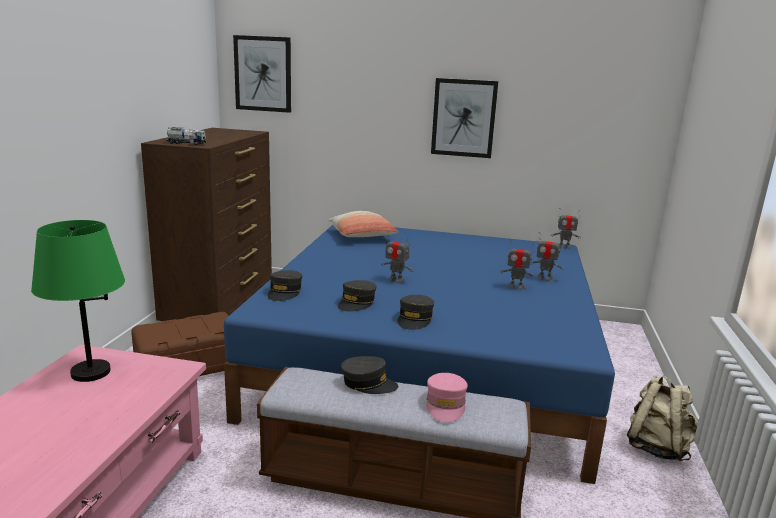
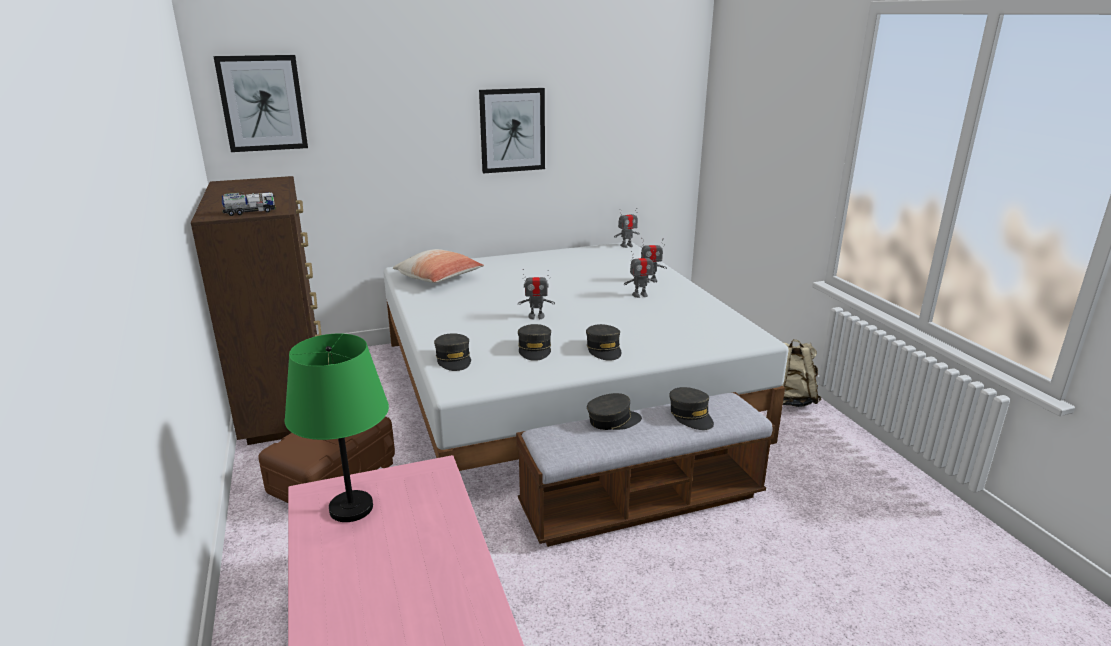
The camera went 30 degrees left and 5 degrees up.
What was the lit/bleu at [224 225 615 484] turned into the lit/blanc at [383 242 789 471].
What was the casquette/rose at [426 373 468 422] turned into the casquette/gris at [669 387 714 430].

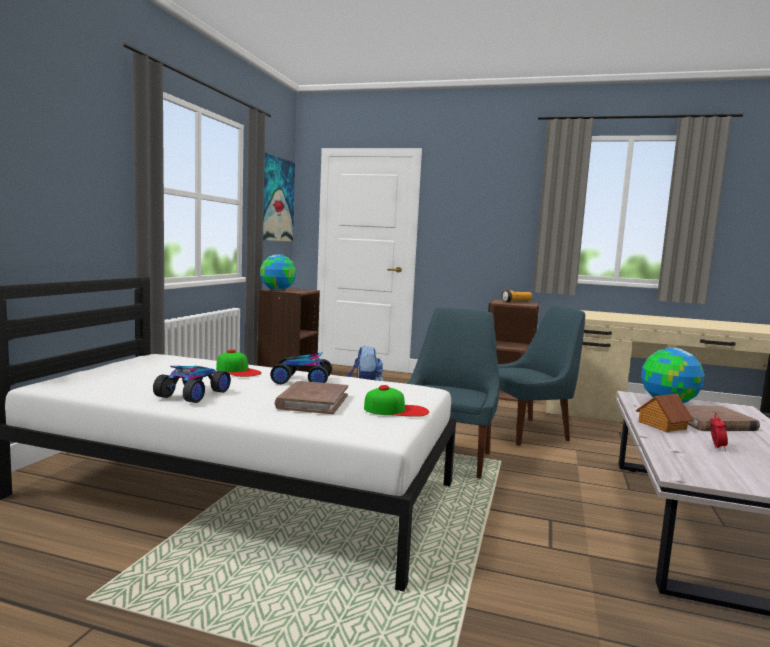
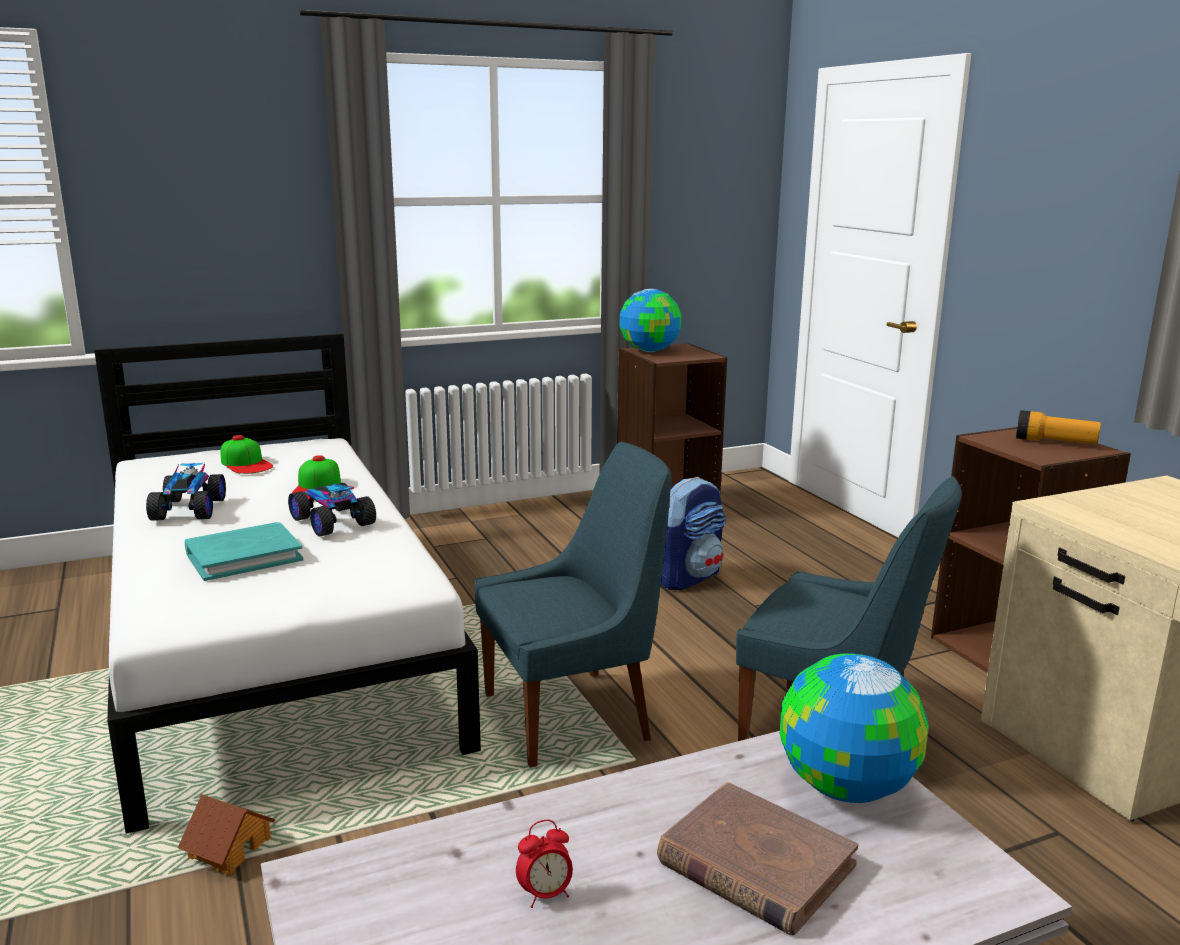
The camera went 50 degrees right and 10 degrees up.
The second view lost the tableau at [263 153 295 242].
The casquette ended up elsewhere, having gone from [364 385 429 417] to [221 435 273 474].
The maison miniature ended up elsewhere, having gone from [636 394 694 432] to [178 794 276 875].
What was the livre/marron at [275 381 348 414] turned into the livre/turquoise at [185 522 303 581].
The petite voiture at [153 365 231 403] ended up facing another way, 105 degrees clockwise from before.

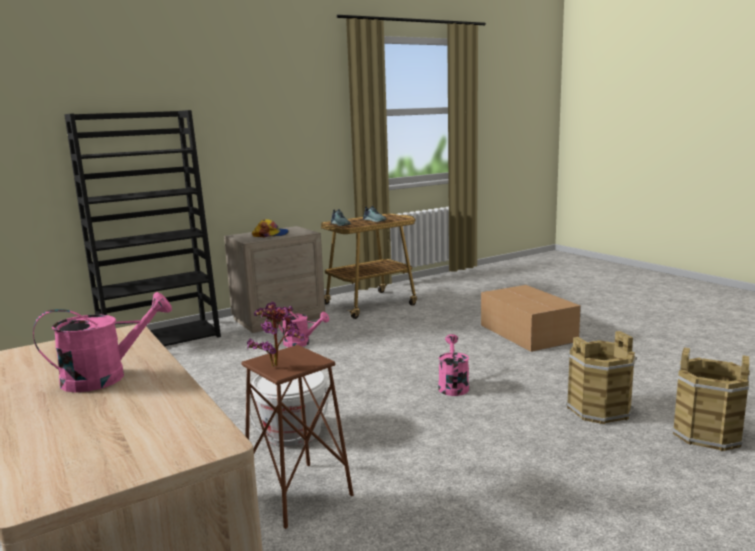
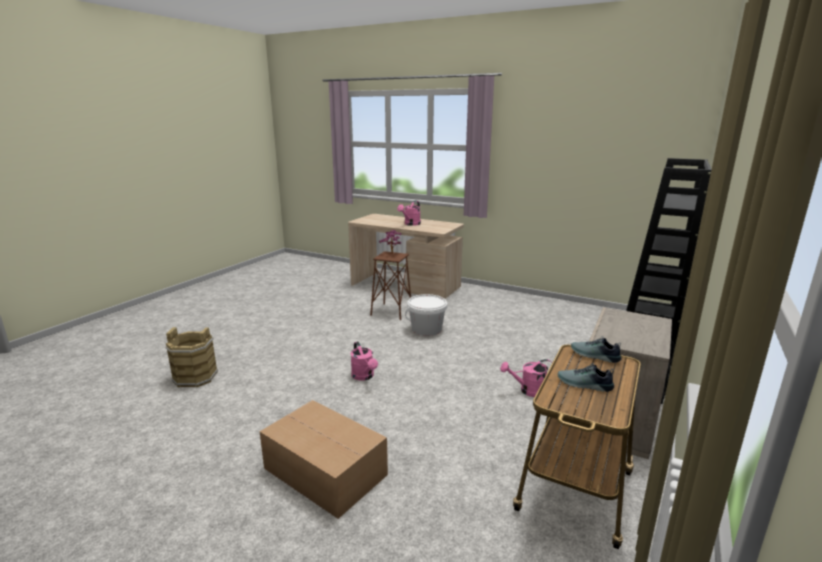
The camera went 150 degrees right and 5 degrees up.
The second view lost the casquette at [252 219 289 237].
The second view lost the seau/marron at [566 331 637 424].

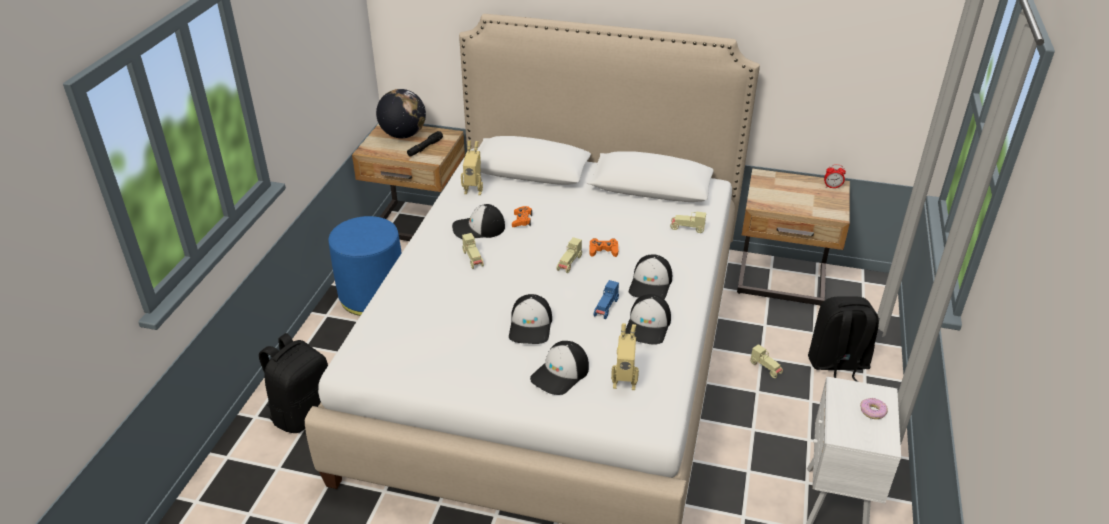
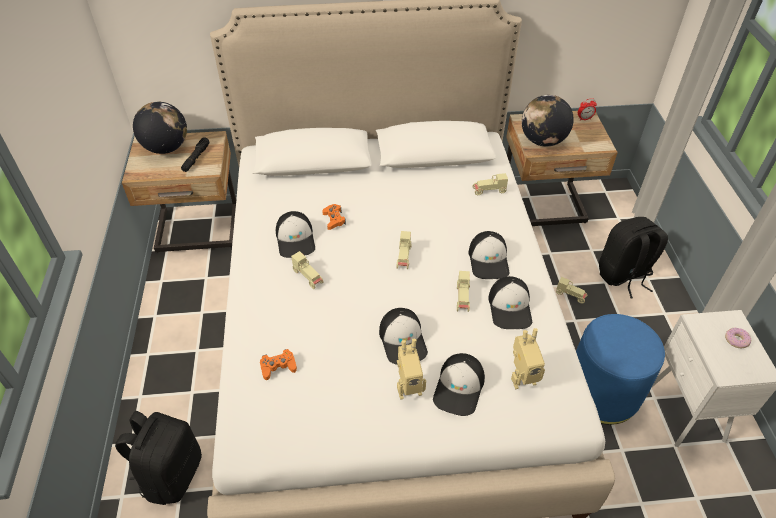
The camera went 20 degrees left and 10 degrees up.
The second view gained the globe at [521 95 574 147].
The pouf/bleu ended up elsewhere, having gone from [329 216 402 316] to [576 314 665 425].
The robot jouet ended up elsewhere, having gone from [461 141 483 195] to [397 339 426 400].
The manette/orange ended up elsewhere, having gone from [589 238 618 257] to [260 349 297 380].
What was the petite voiture/bleu at [594 280 619 319] turned into the petite voiture/beige at [457 271 470 312].
The casquette at [452 204 505 239] ended up facing another way, 75 degrees counterclockwise from before.

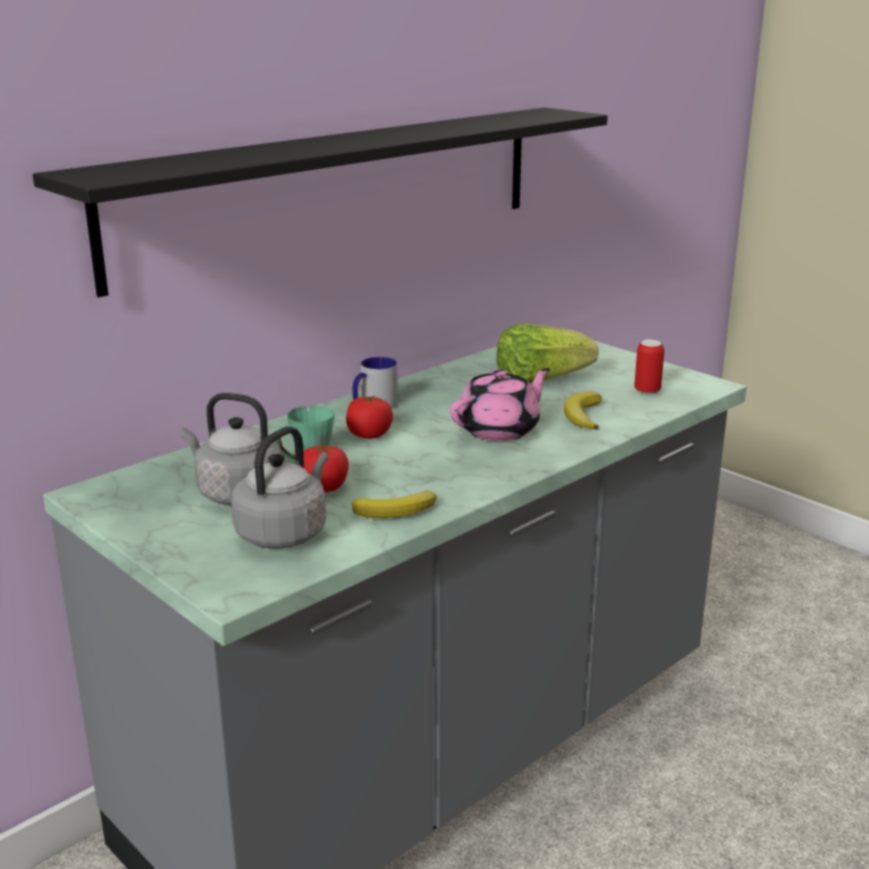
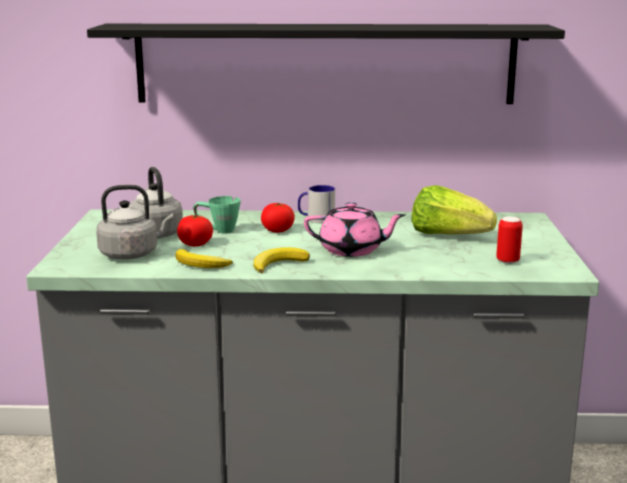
The camera went 45 degrees right and 5 degrees down.
The banane ended up elsewhere, having gone from [564 392 602 430] to [253 247 310 273].

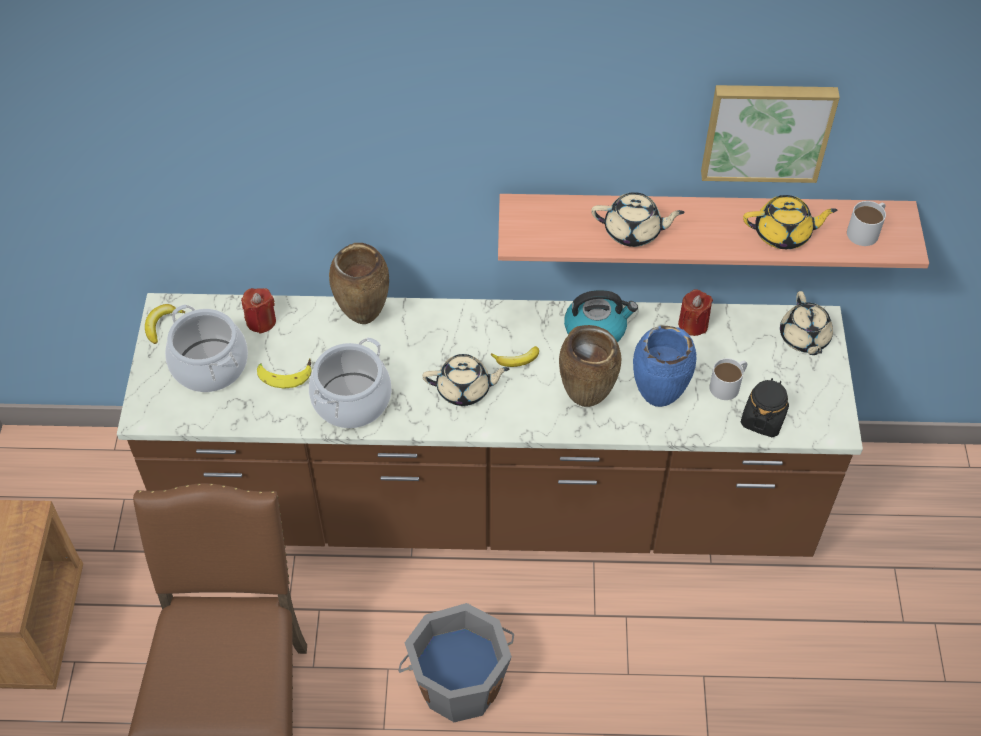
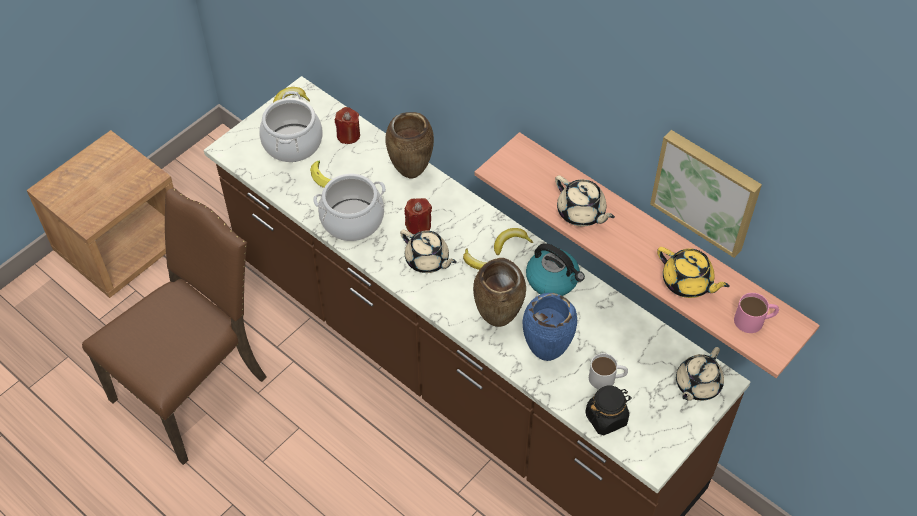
The camera went 40 degrees right and 0 degrees up.
The second view lost the seau/gris at [398 603 514 722].
The second view gained the banane at [494 228 533 255].
The bougie/rouge ended up elsewhere, having gone from [678 289 713 336] to [405 198 432 235].
What was the mug/blanc at [847 201 886 246] turned into the mug/rose at [734 293 779 333].

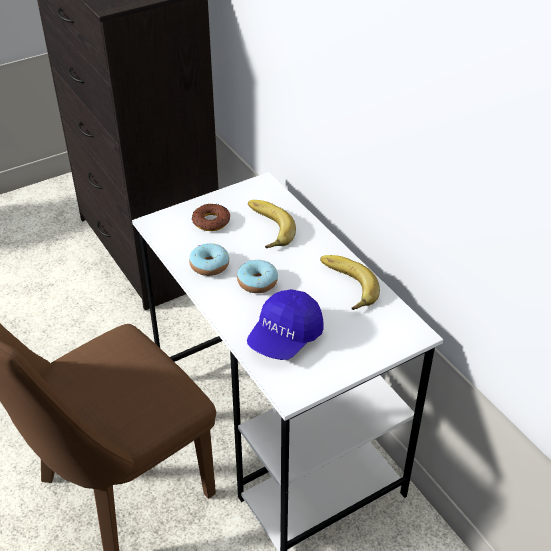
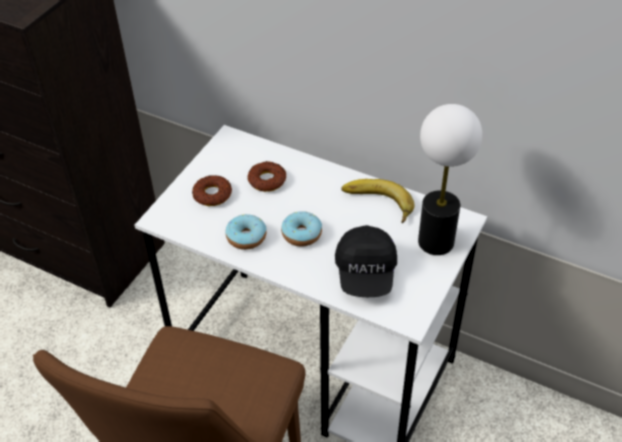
The camera went 30 degrees left and 5 degrees up.
The second view gained the lampe de table at [418 104 482 255].
Where the banane stood at [248 200 296 248], the beignet came to stand at [247 161 286 192].
What was the casquette/bleu at [247 289 324 360] turned into the casquette/noir at [335 225 397 297].

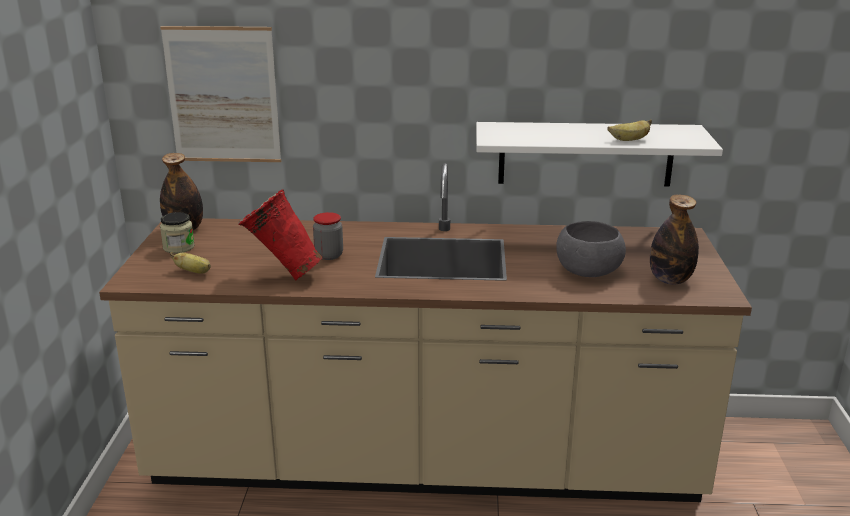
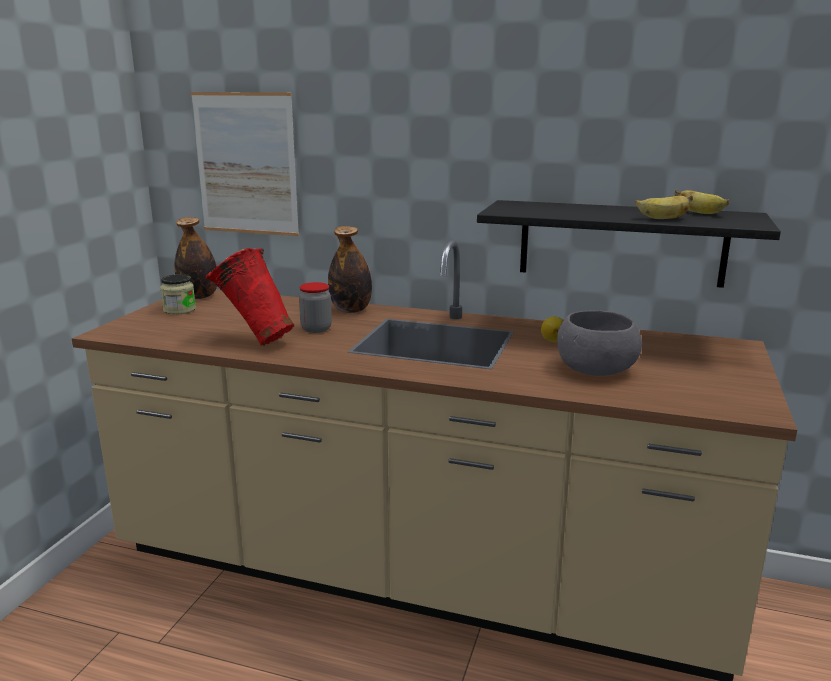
The camera went 15 degrees right and 5 degrees down.
The second view gained the citron at [541 316 564 342].
The banane ended up elsewhere, having gone from [170 252 211 273] to [675 189 729 214].
The bouteille ended up elsewhere, having gone from [650 195 699 284] to [328 226 372 313].
What was the étagère/blanc at [476 122 723 187] turned into the étagère/noir at [477 200 781 288].

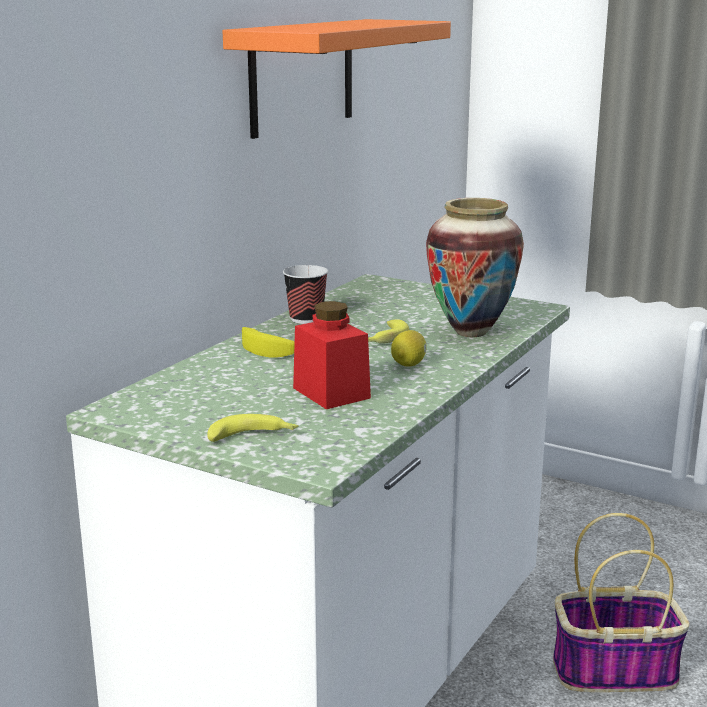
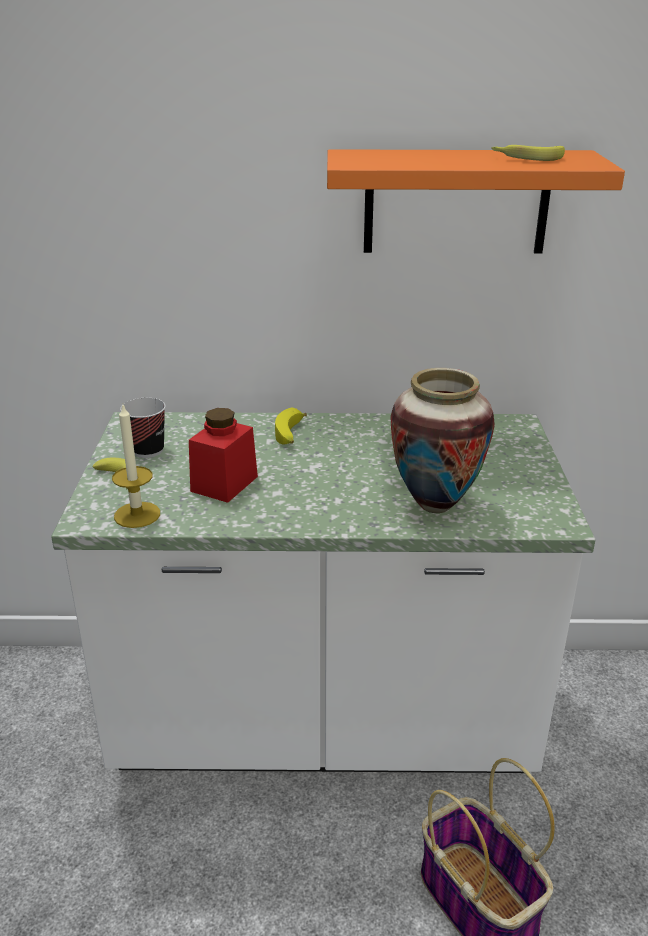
The camera went 60 degrees right and 10 degrees up.
The second view lost the citron at [391 330 427 367].
The second view gained the bougie at [112 405 160 528].
The tasse ended up elsewhere, having gone from [283 265 328 324] to [120 398 166 458].
The banane ended up elsewhere, having gone from [368 319 409 343] to [491 145 565 161].

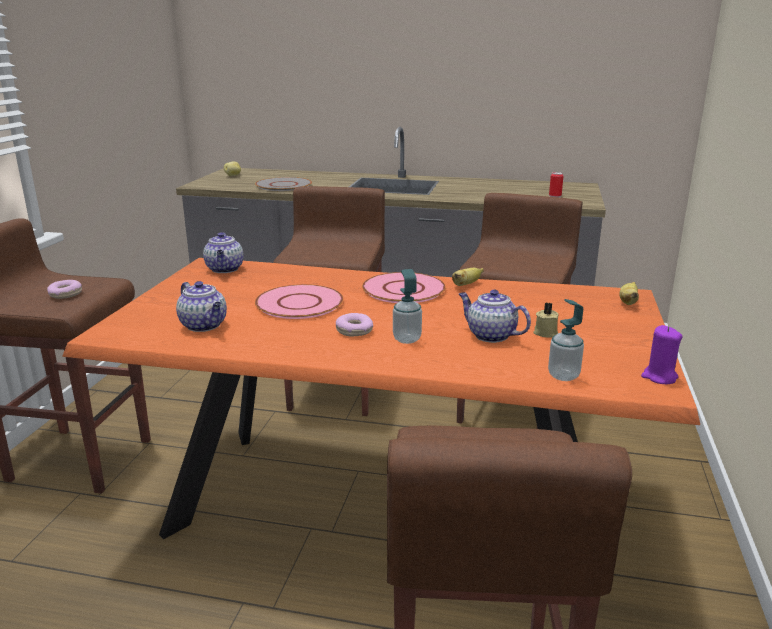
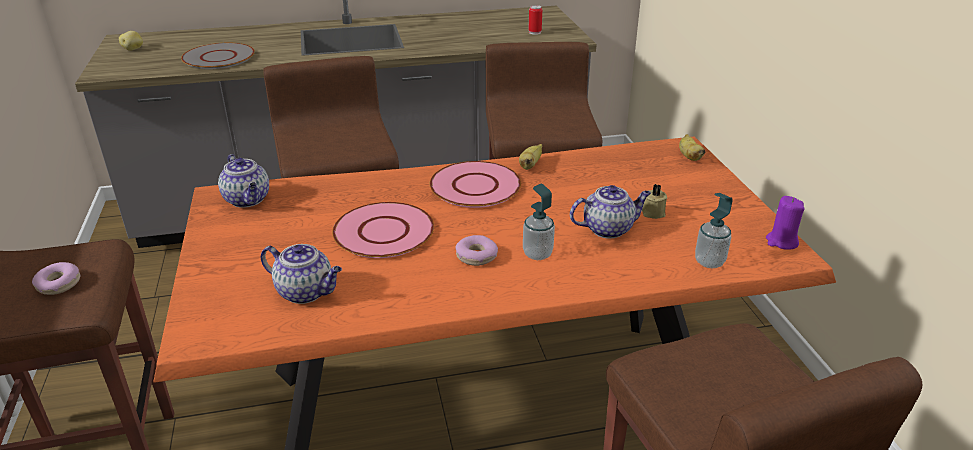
The camera went 25 degrees left and 10 degrees up.
The théière at [459 290 531 343] ended up facing another way, 150 degrees clockwise from before.

